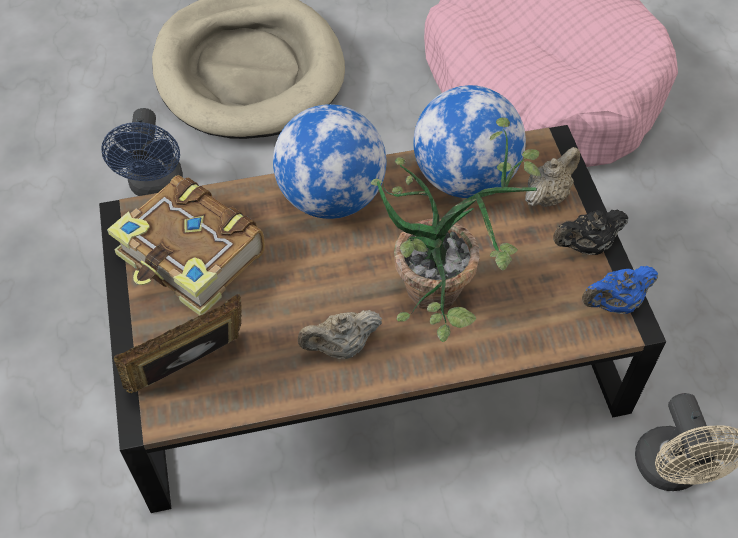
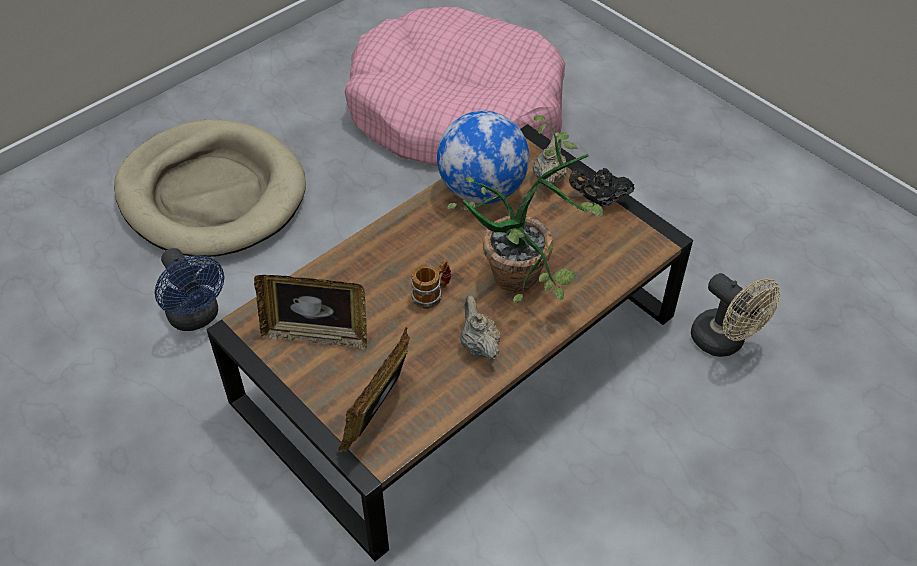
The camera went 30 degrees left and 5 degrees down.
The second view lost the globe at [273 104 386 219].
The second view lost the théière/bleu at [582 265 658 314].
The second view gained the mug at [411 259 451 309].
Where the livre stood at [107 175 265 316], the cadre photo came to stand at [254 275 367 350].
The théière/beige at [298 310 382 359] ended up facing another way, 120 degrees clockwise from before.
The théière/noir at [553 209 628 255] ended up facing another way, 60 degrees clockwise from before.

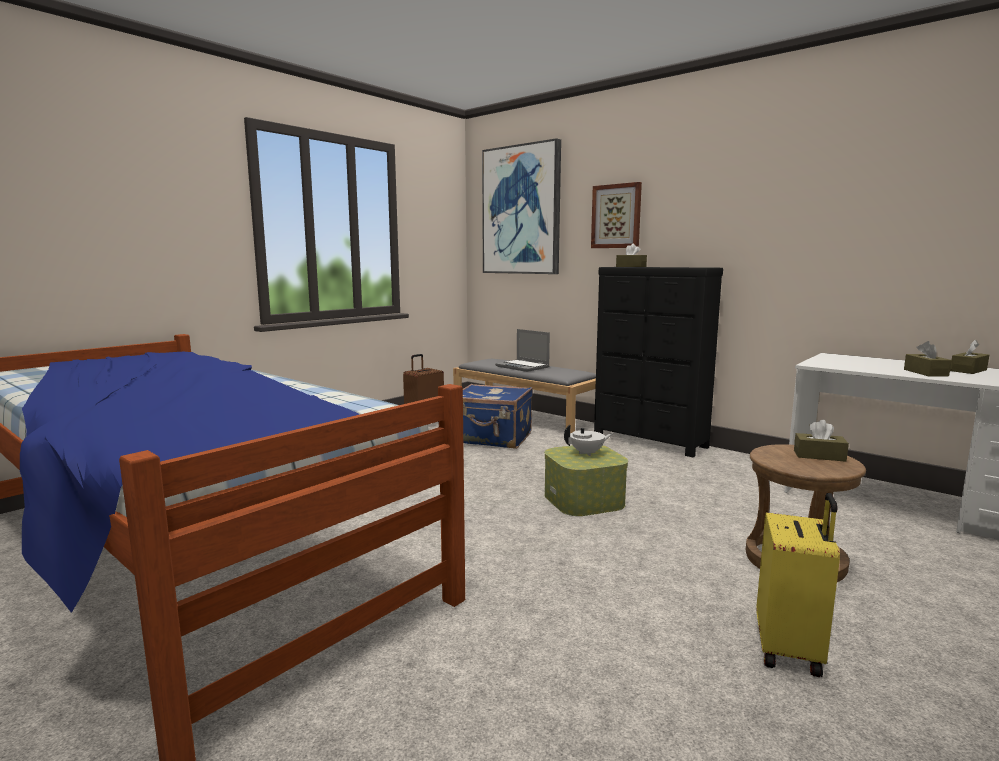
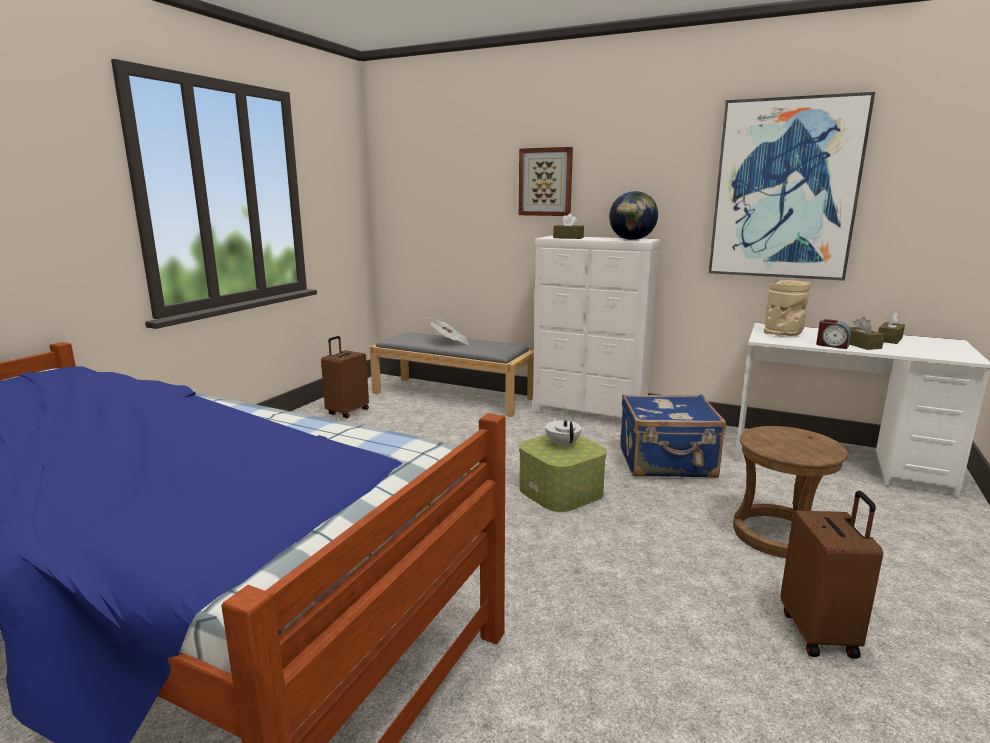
The camera went 15 degrees left and 5 degrees up.
The second view lost the boîte à mouchoirs/marron at [794 420 849 462].
The second view gained the globe at [609 191 658 240].
The second view gained the vase/beige at [764 280 810 336].
The second view gained the réveil at [816 319 851 349].
The valise/bleu ended up elsewhere, having gone from [463 384 533 449] to [620 394 726 478].
The tableau ended up elsewhere, having gone from [482 138 561 274] to [709 92 875 281].
Where the ordinateur portable stood at [495 329 550 372], the journal came to stand at [428 318 469 345].
What was the commode/noir at [594 267 723 457] turned into the commode/blanc at [533 236 660 418].
What was the valise/jaune at [756 493 840 677] turned into the valise/marron at [781 491 883 659].
The théière/blanc at [564 425 612 456] ended up facing another way, 75 degrees counterclockwise from before.

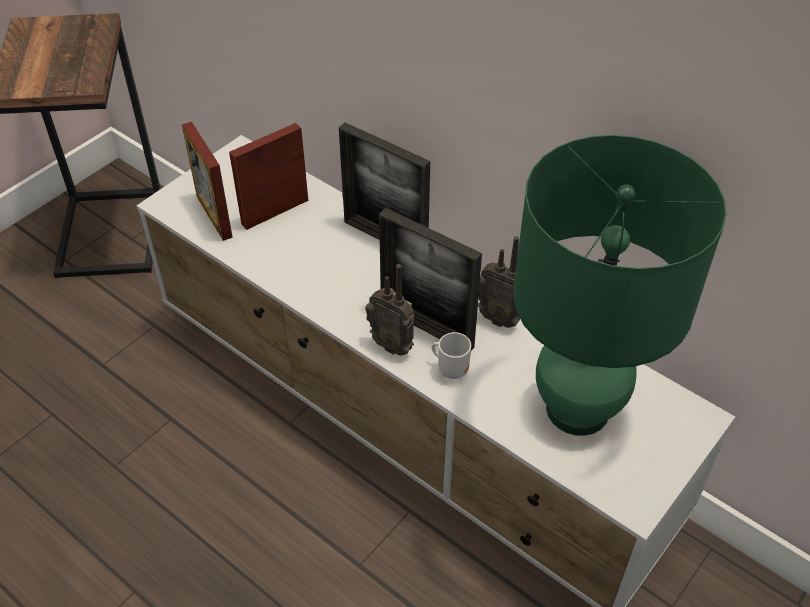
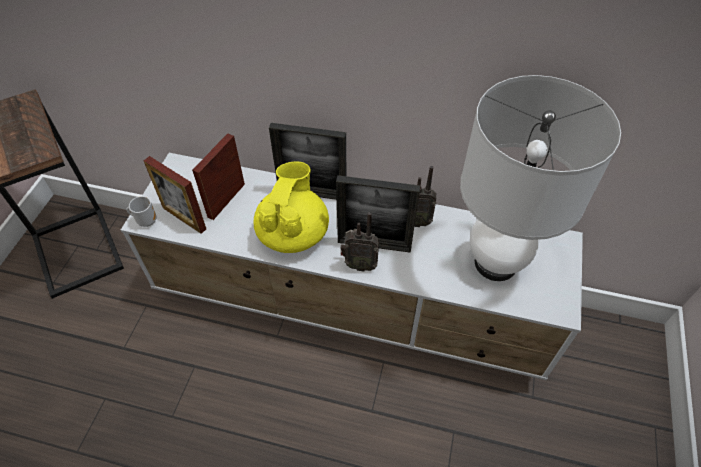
The camera went 25 degrees left and 5 degrees up.
The second view gained the théière/jaune at [254 162 329 253].
The mug ended up elsewhere, having gone from [432 332 471 379] to [127 196 156 227].
What was the lampe de table/vert at [513 135 727 436] turned into the lampe de table/blanc at [460 75 621 281].

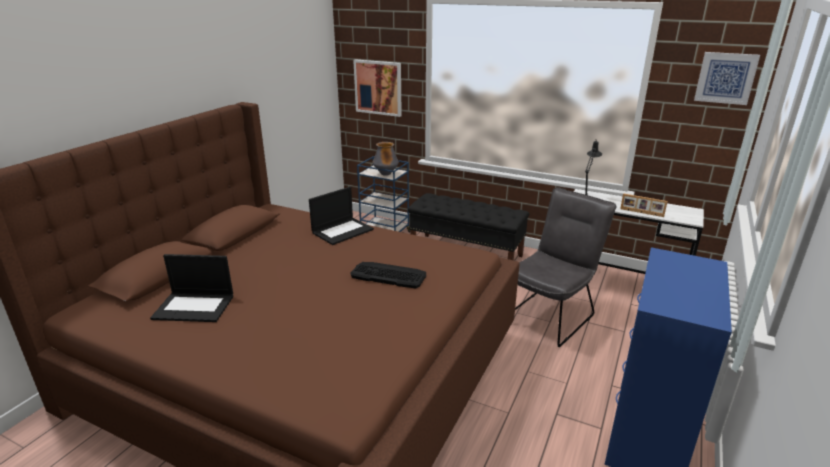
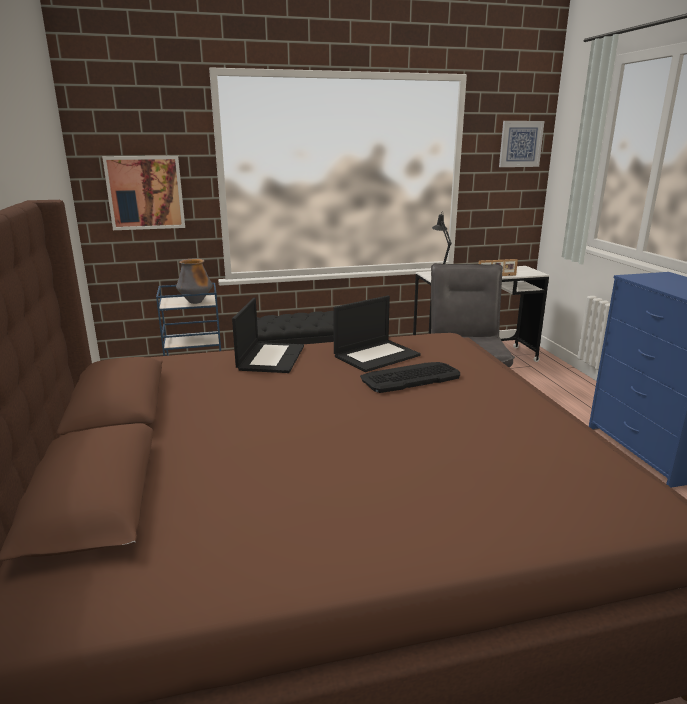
The camera went 40 degrees left and 5 degrees down.
The ordinateur portable ended up elsewhere, having gone from [150 254 233 322] to [333 296 421 372].

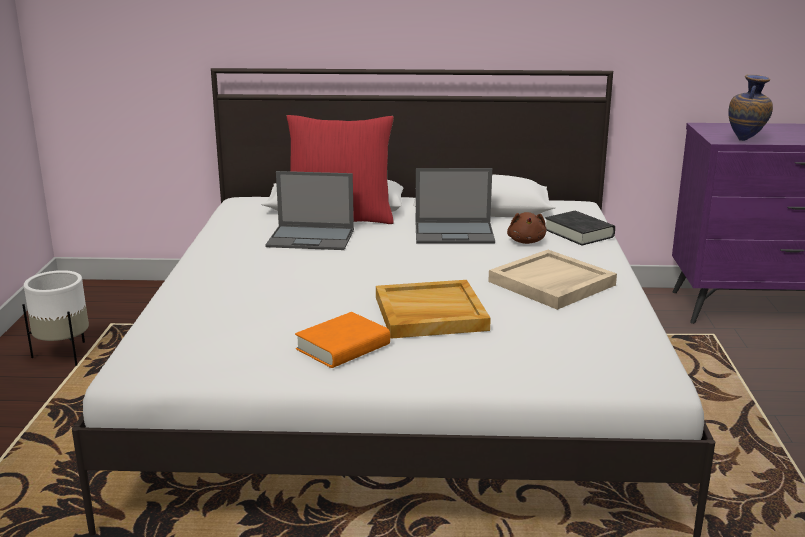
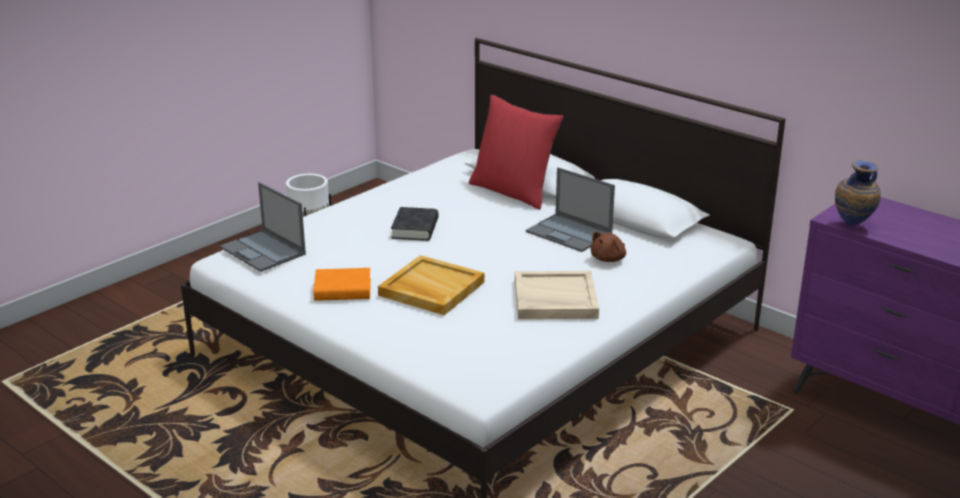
The camera went 40 degrees right and 5 degrees up.
The ordinateur portable ended up elsewhere, having gone from [265 171 354 250] to [220 182 306 272].
The livre/noir ended up elsewhere, having gone from [545 211 615 245] to [391 207 438 241].

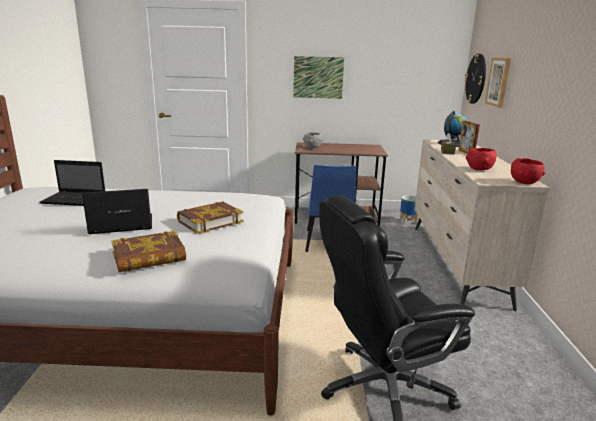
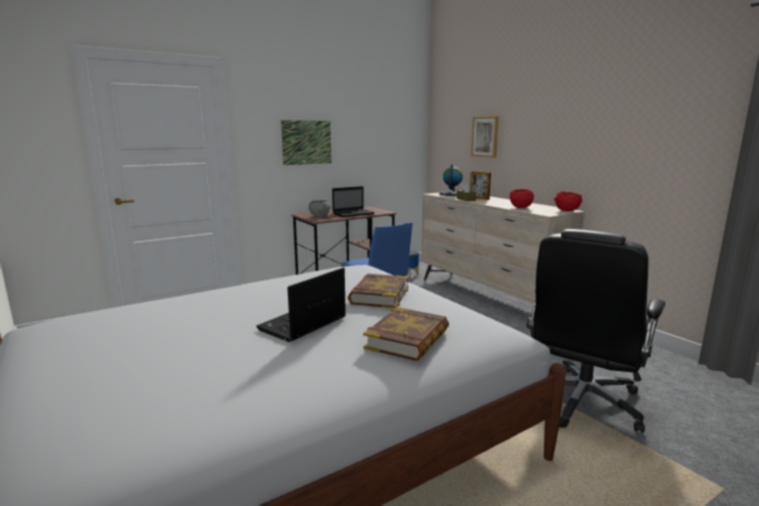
The camera went 35 degrees left and 5 degrees down.
The second view lost the horloge murale at [465 54 486 104].
The ordinateur portable ended up elsewhere, having gone from [40 160 105 206] to [332 186 375 217].

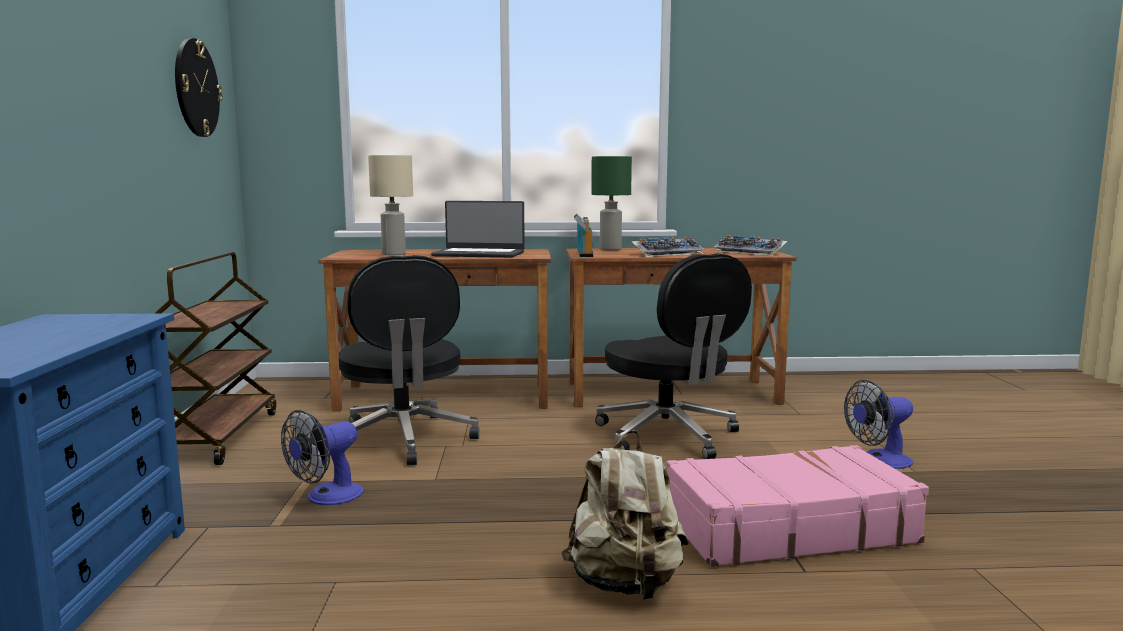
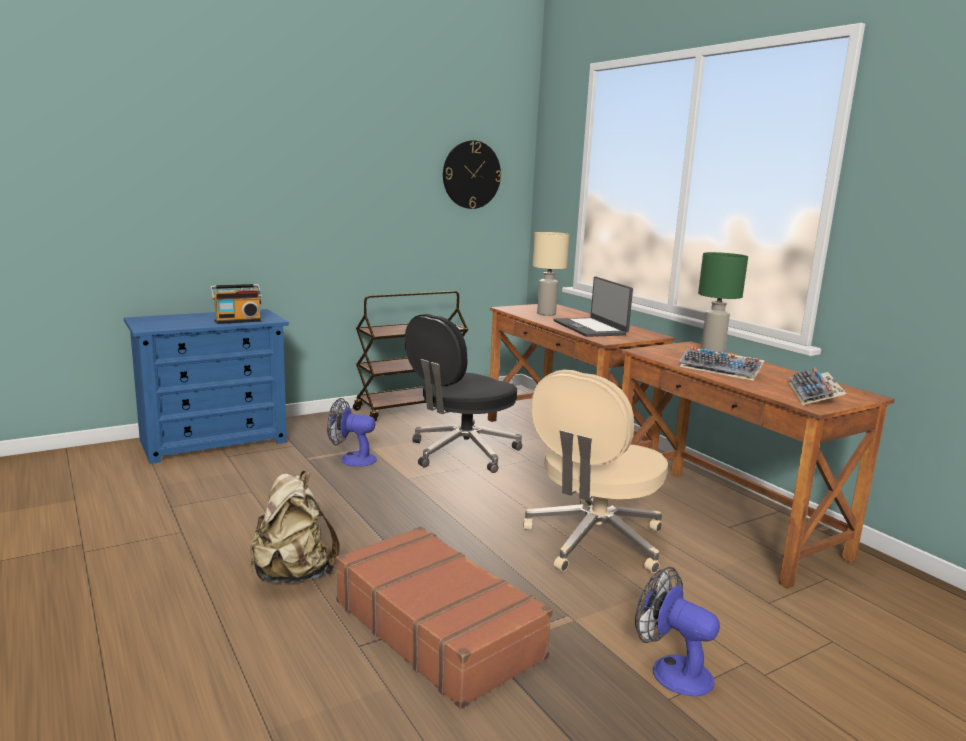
The camera went 60 degrees right and 5 degrees up.
The radio ended up elsewhere, having gone from [574 214 593 257] to [210 284 262 324].
What was the chaise de bureau/noir at [595 254 752 459] turned into the chaise de bureau/beige at [523 370 668 573].
What was the valise/rose at [666 445 929 567] turned into the valise/marron at [336 526 553 709].

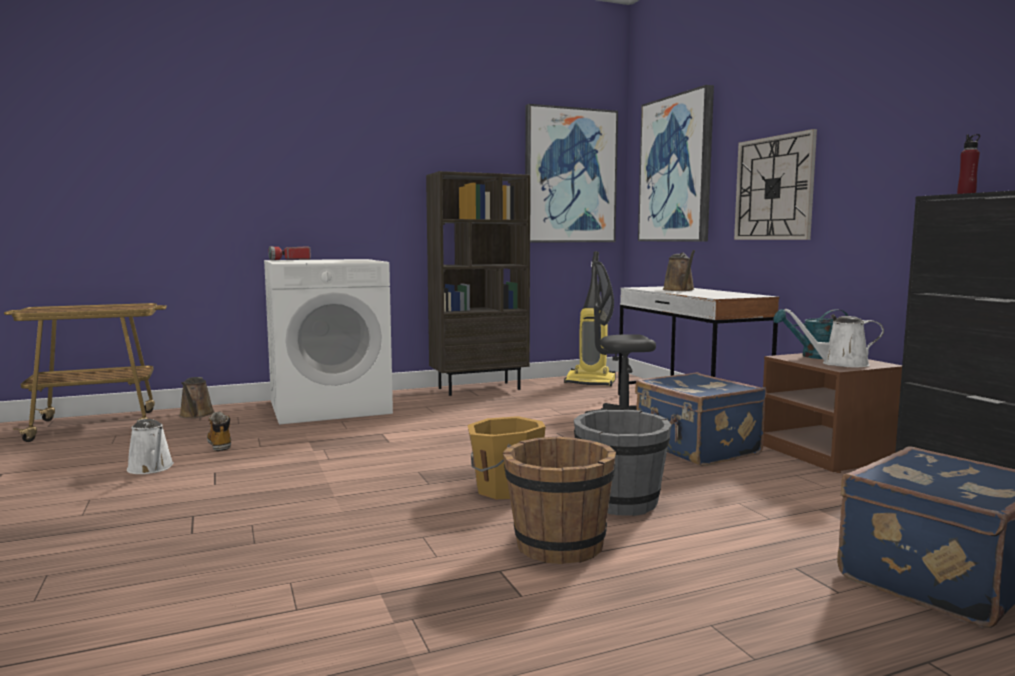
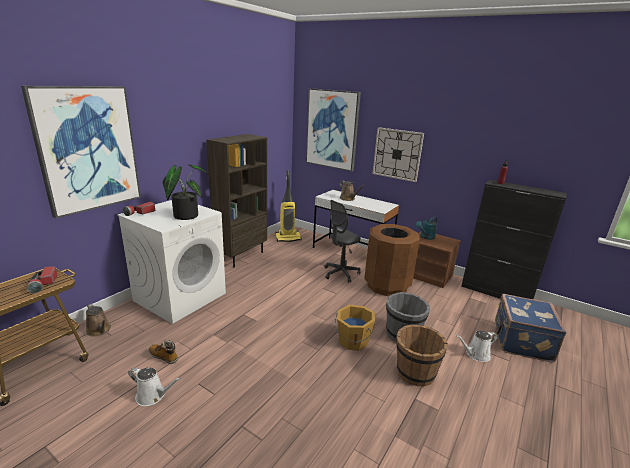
The camera went 35 degrees left and 15 degrees up.
The second view gained the lampe de poche at [27 266 57 293].
The second view gained the plante en pot at [163 164 211 220].
The tableau ended up elsewhere, having gone from [525 104 618 242] to [21 86 141 218].
The arrosoir/blanc ended up elsewhere, having gone from [784 309 884 367] to [456 331 498 362].
Where the valise/bleu stood at [635 372 766 466], the poubelle/marron came to stand at [364 224 420 296].

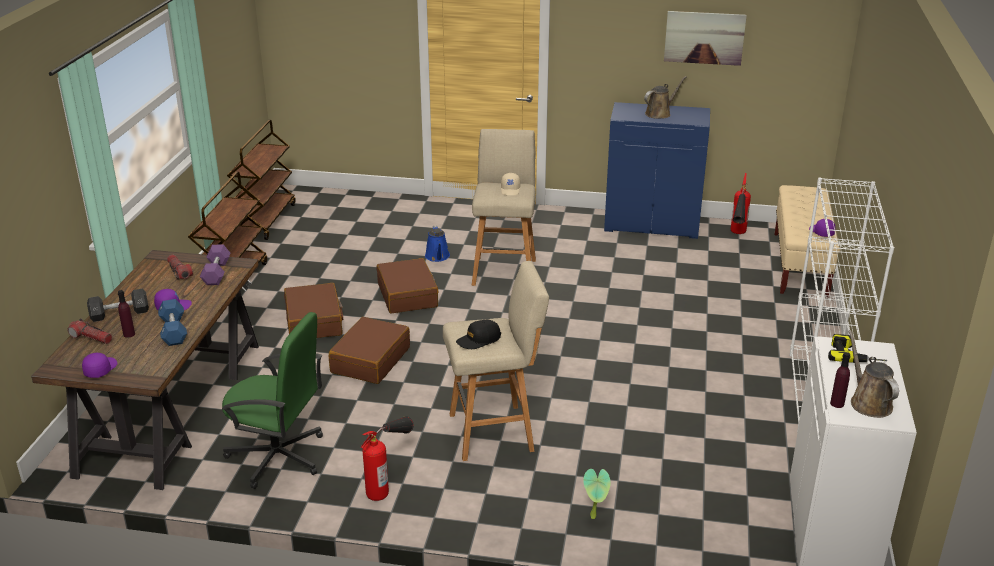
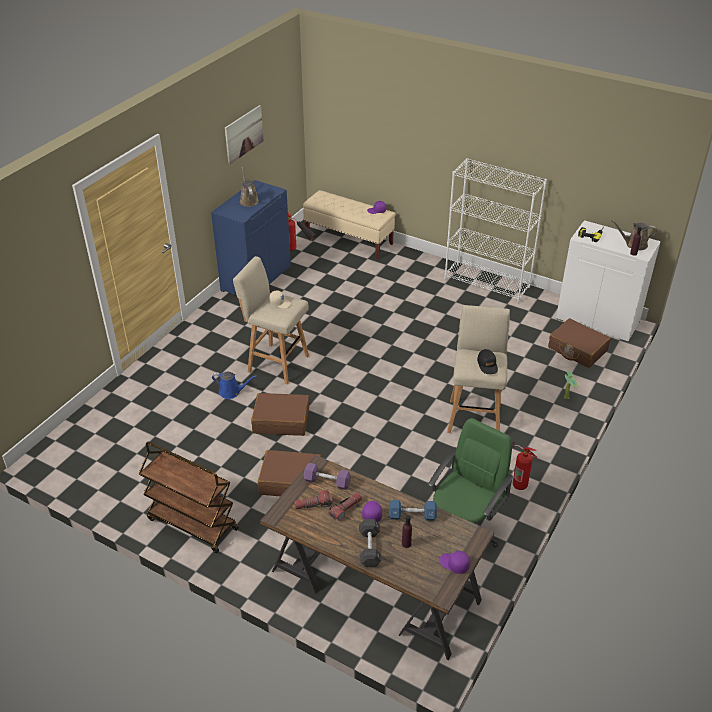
The camera went 70 degrees left and 10 degrees up.
The second view lost the chariot/marron at [227 120 296 240].
The lampe de poche ended up elsewhere, having gone from [67 318 112 344] to [328 493 362 520].
The valise/marron ended up elsewhere, having gone from [329 317 410 384] to [548 318 610 368].

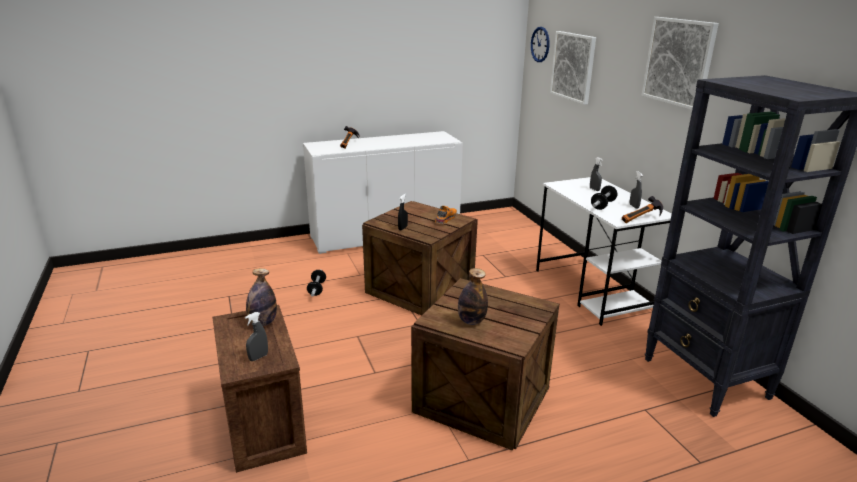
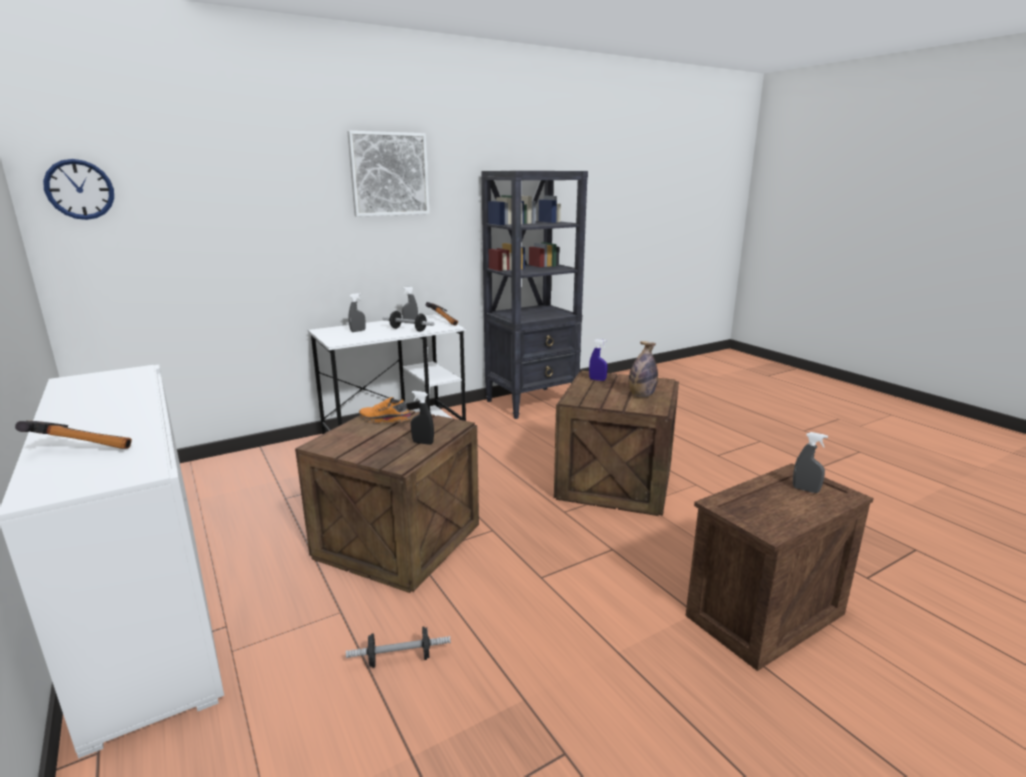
The camera went 100 degrees left and 5 degrees down.
The second view lost the bouteille at [246 268 277 326].
The second view lost the tableau at [550 31 596 105].
The second view gained the vaporisateur/bleu at [589 339 608 381].

